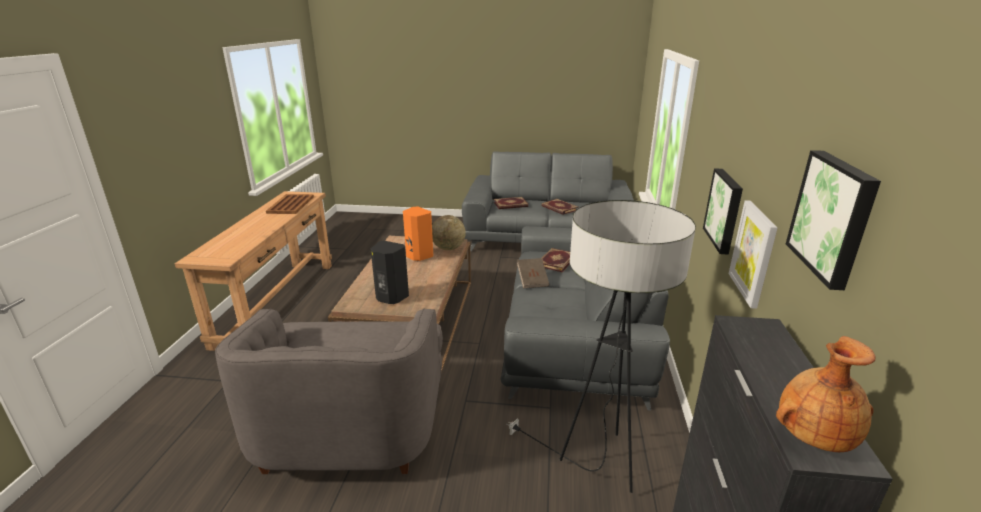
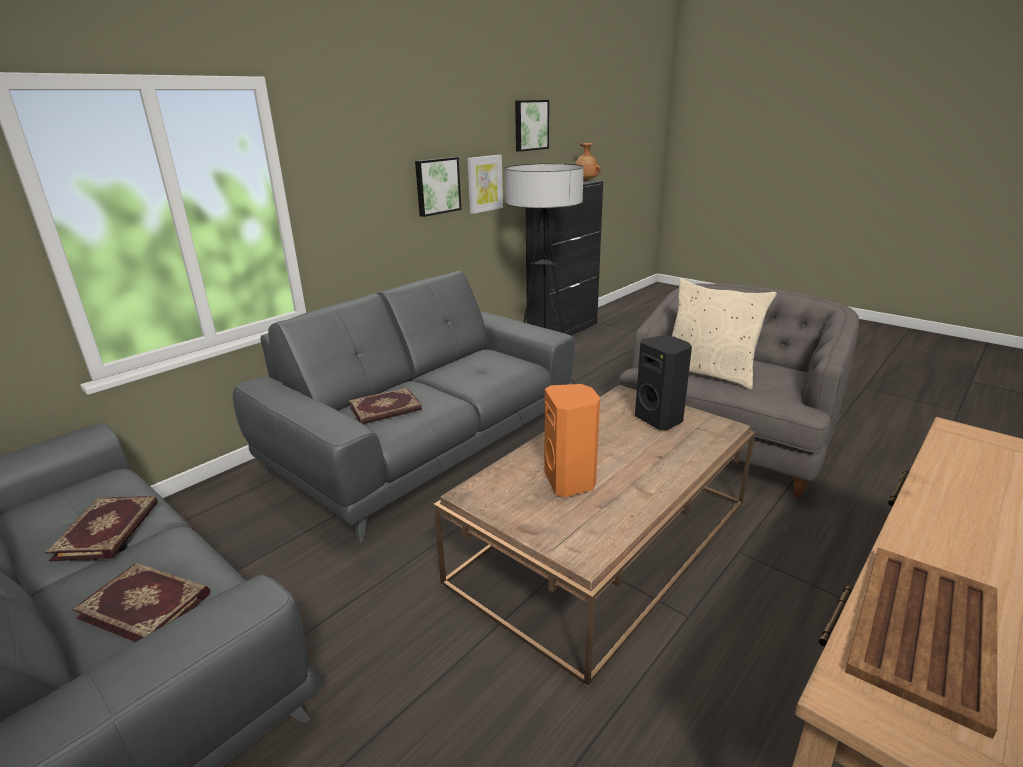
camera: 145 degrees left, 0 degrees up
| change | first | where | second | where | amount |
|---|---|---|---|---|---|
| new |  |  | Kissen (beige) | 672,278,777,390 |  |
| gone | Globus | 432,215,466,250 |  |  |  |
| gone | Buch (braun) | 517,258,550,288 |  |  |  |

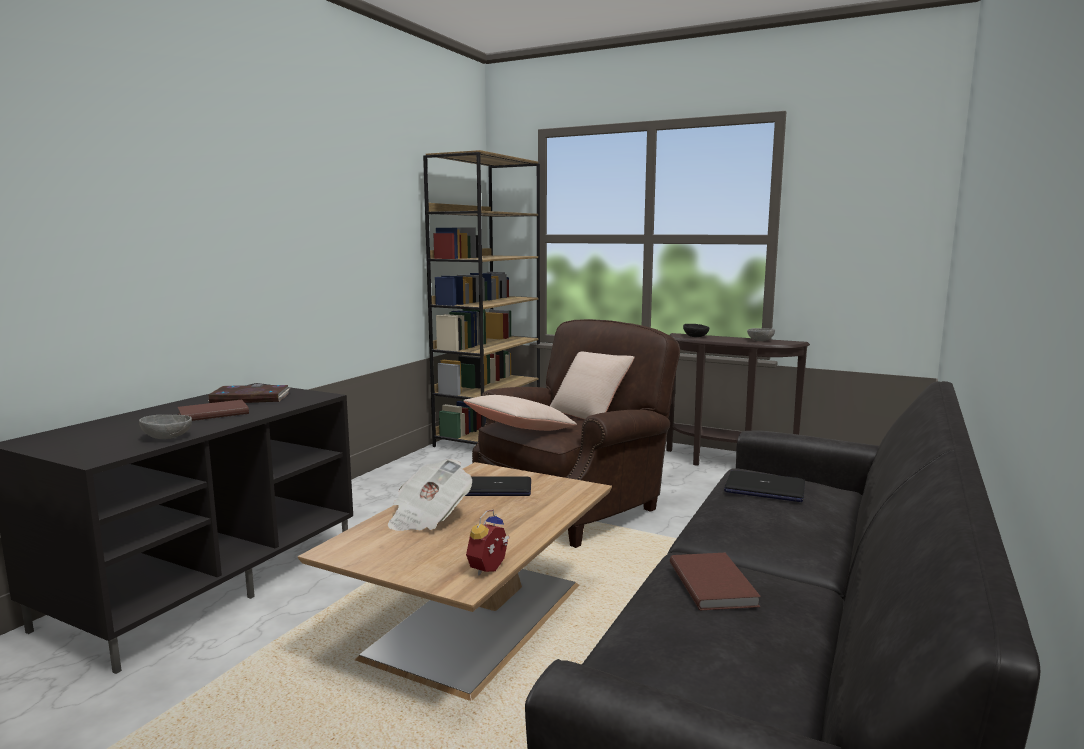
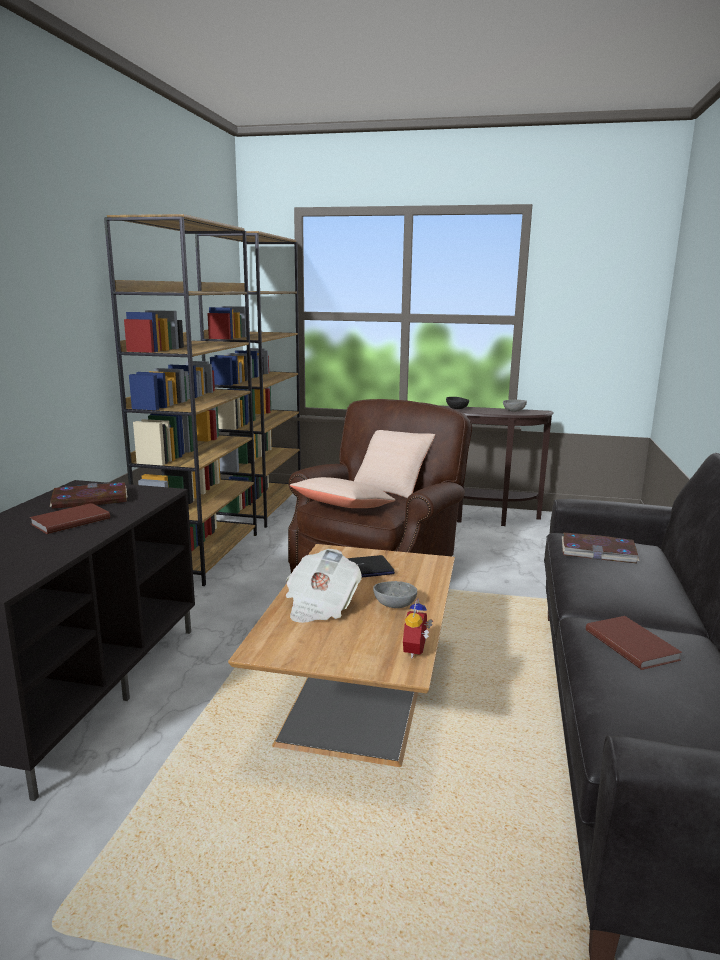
camera: 15 degrees left, 5 degrees up
| change | first | where | second | where | amount |
|---|---|---|---|---|---|
| new |  |  | Bücherregal (braun) | 104,214,257,586 |  |
| shifted | Schüssel (grau) | 139,415,192,439 |  | 373,581,417,608 |  |
| swapped | Laptop | 724,470,805,502 | Buch | 562,532,640,563 |  |

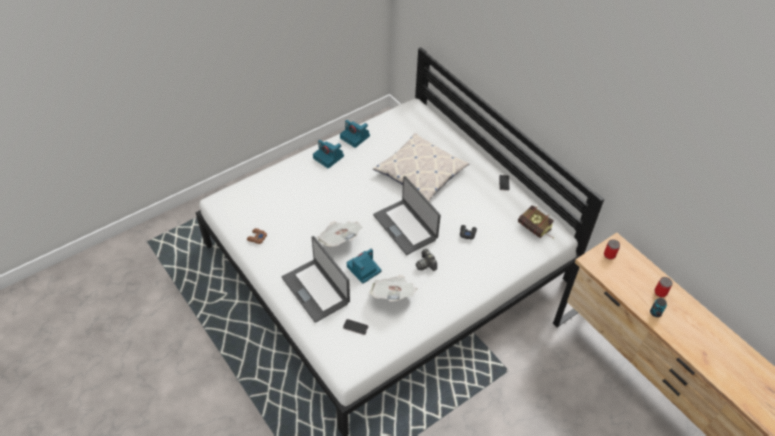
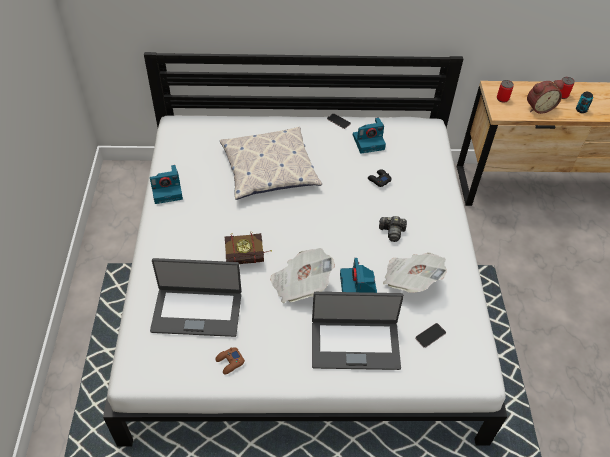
camera: 55 degrees left, 0 degrees up
| change | first | where | second | where | amount |
|---|---|---|---|---|---|
| shifted | Laptop | 373,176,441,255 |  | 150,258,241,337 |  |
| shifted | Buch | 518,205,554,239 |  | 224,231,272,264 |  |
| shifted | Kamera | 313,140,344,169 |  | 353,117,386,154 |  |
| new |  |  | Wecker | 527,80,564,114 |  |

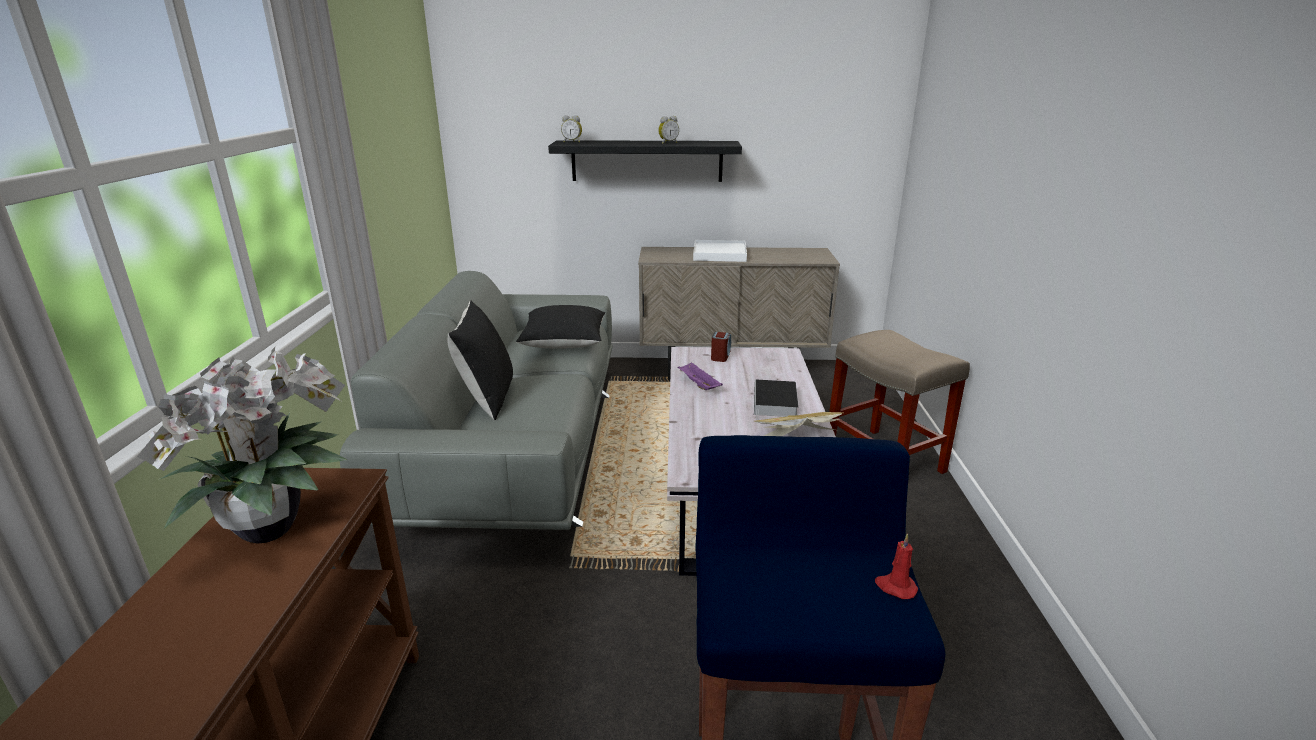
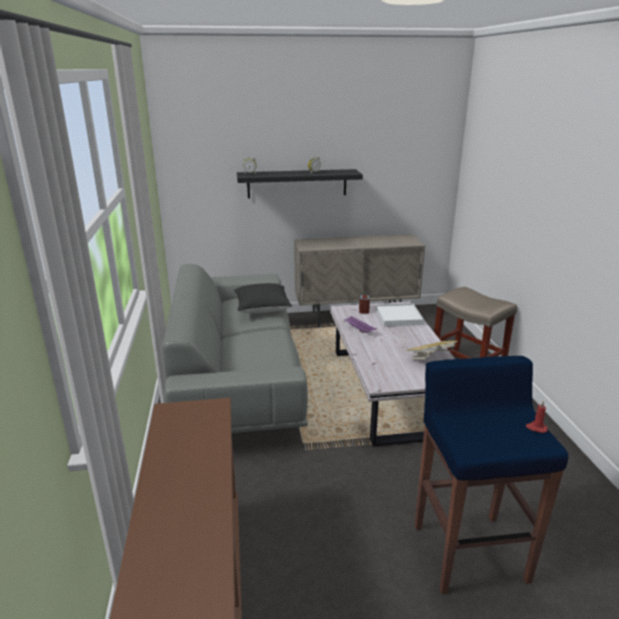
camera: 10 degrees left, 0 degrees up
| change | first | where | second | where | amount |
|---|---|---|---|---|---|
| shifted | Tablett (weiß) | 693,240,747,262 |  | 376,303,424,327 |  |
| gone | Topfpflanze | 137,347,347,544 |  |  |  |
| gone | Kissen (schwarz) | 448,301,513,420 |  |  |  |
| gone | Buch | 754,379,799,420 |  |  |  |

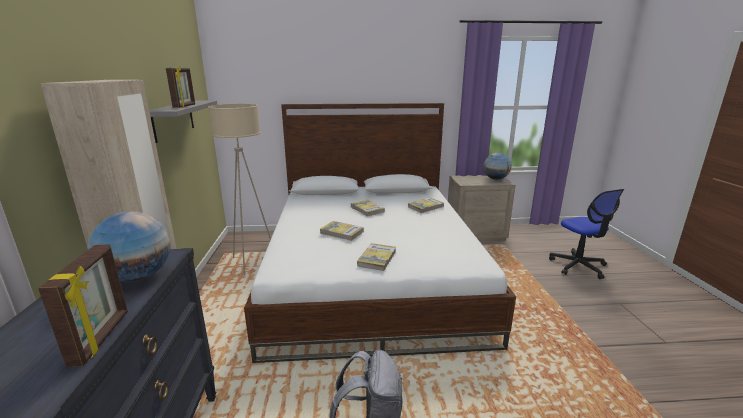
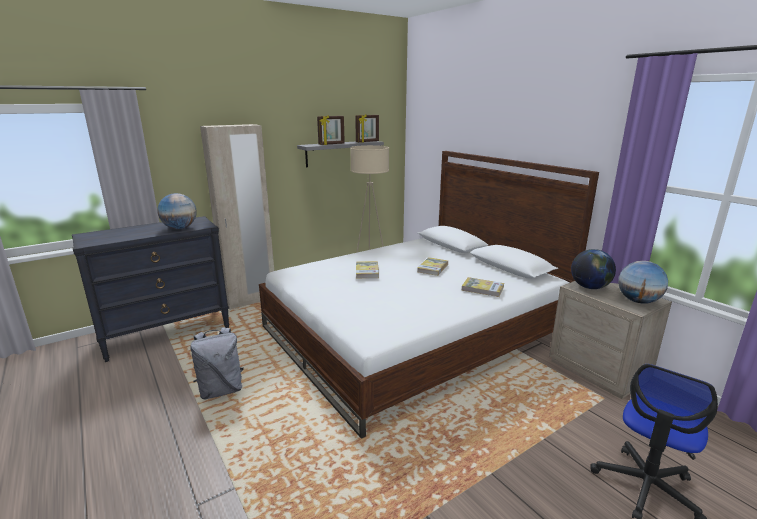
camera: 60 degrees right, 0 degrees up
| change | first | where | second | where | amount |
|---|---|---|---|---|---|
| shifted | Bilderrahmen | 38,244,128,367 |  | 355,114,379,143 |  |
| new |  |  | Globus | 571,249,616,289 |  |
| gone | Buch | 357,243,396,271 |  |  |  |

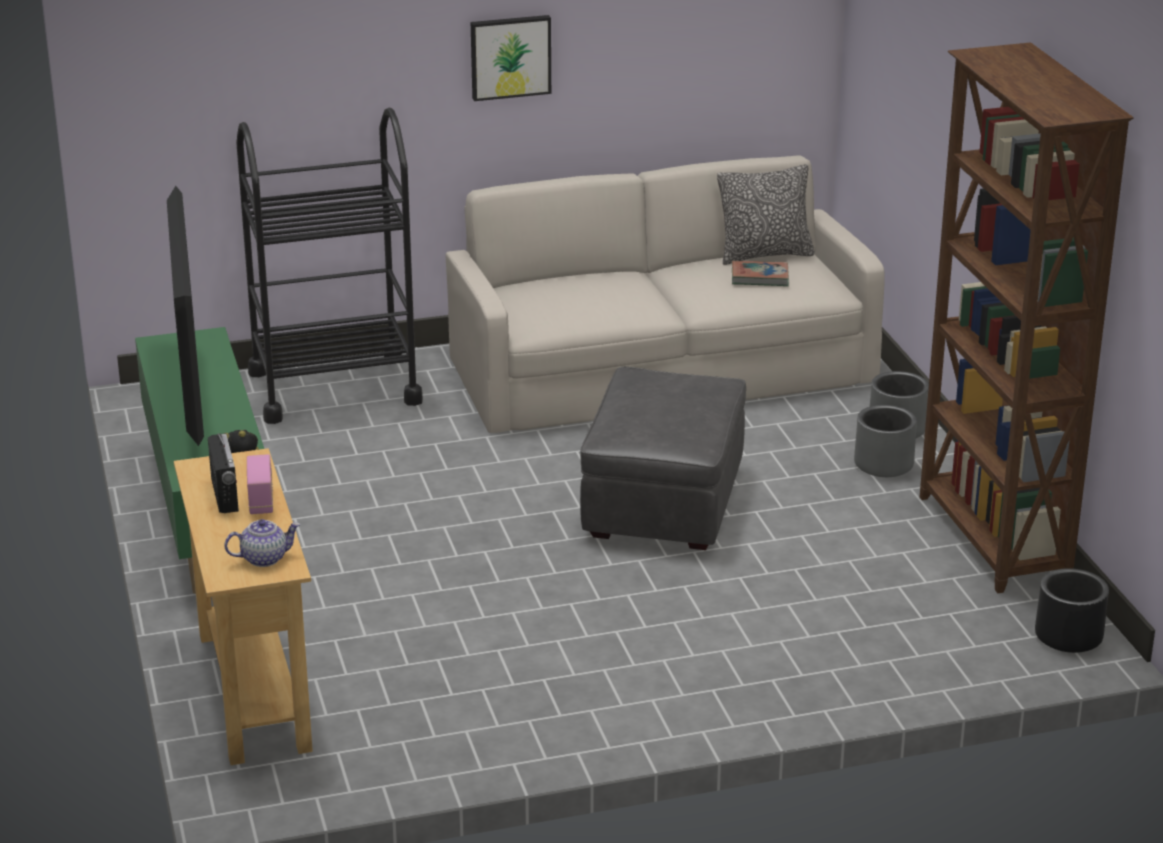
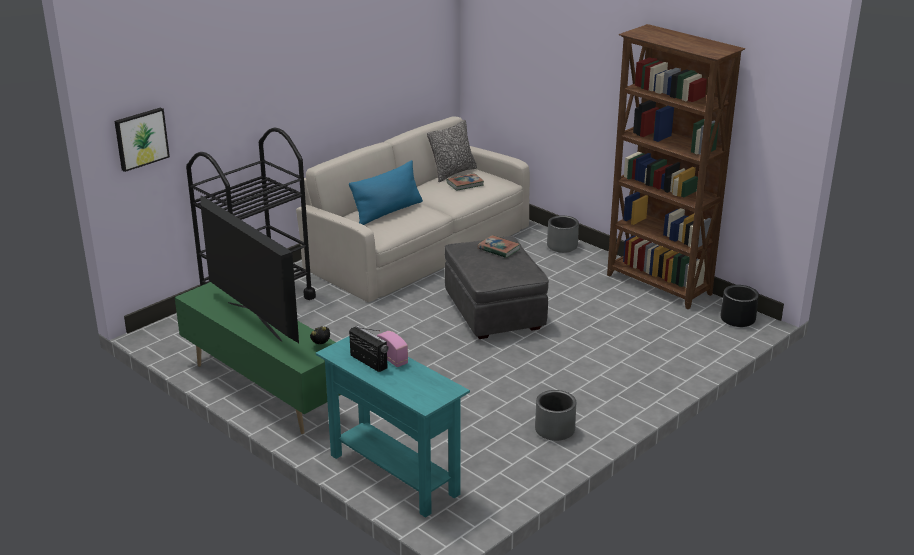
camera: 30 degrees left, 0 degrees up
| change | first | where | second | where | amount |
|---|---|---|---|---|---|
| shifted | Bild | 471,15,551,101 |  | 115,107,170,172 |  |
| repainted | Konsolentisch (beige) | 174,448,313,765 | Konsolentisch (türkis) | 316,336,470,518 |  |
| new |  |  | Kissen (blau) | 349,160,423,225 |  |
| new |  |  | Buch | 478,235,520,258 |  |
| shifted | Pflanzkübel (grau) | 854,405,917,477 |  | 535,390,576,441 |  |
| gone | Teekanne | 224,519,300,567 |  |  |  |

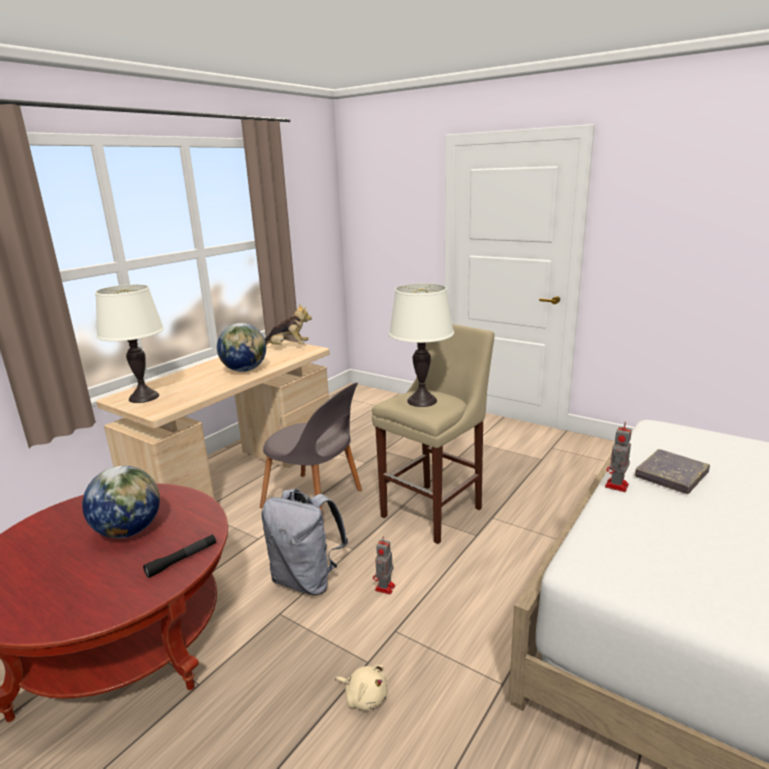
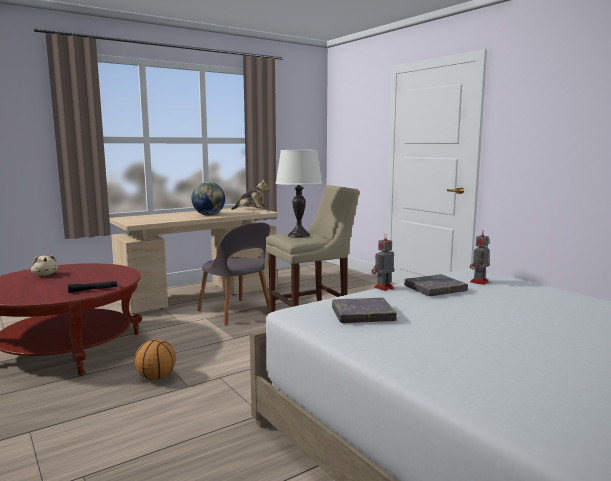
camera: 20 degrees right, 10 degrees down
| change | first | where | second | where | amount |
|---|---|---|---|---|---|
| shifted | Plüschtier (beige) | 335,665,388,710 |  | 31,255,58,276 |  |
| new |  |  | Basketball | 134,339,176,380 |  |
| new |  |  | Buch (grau) | 332,298,397,323 |  |
| shifted | Spielzeugroboter | 373,537,395,595 |  | 470,230,489,285 |  |
| gone | Globus | 82,466,160,538 |  |  |  |
| gone | Tischlampe (weiß) | 95,284,164,403 |  |  |  |
| gone | Rucksack (grau) | 261,488,348,595 |  |  |  |

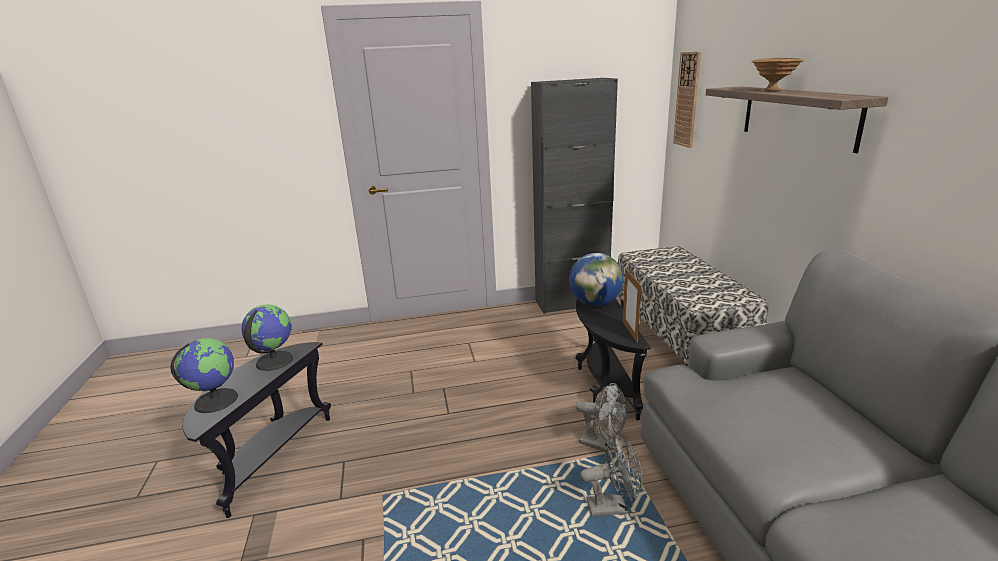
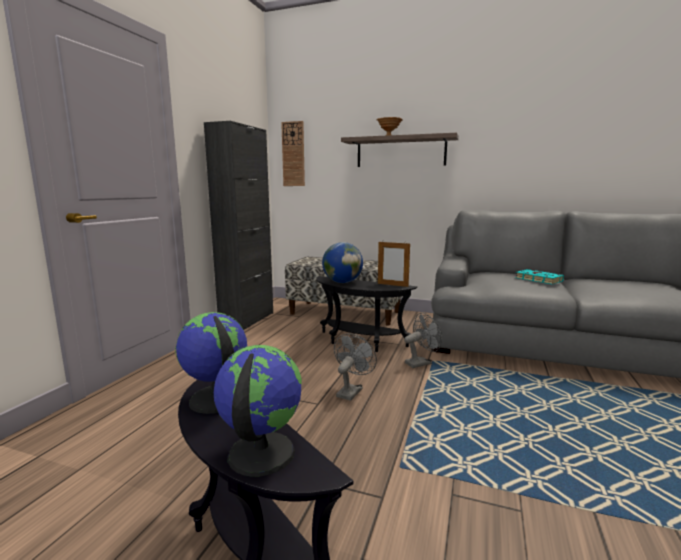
camera: 60 degrees left, 10 degrees down
| change | first | where | second | where | amount |
|---|---|---|---|---|---|
| shifted | Ventilator (grau) | 580,434,642,517 |  | 334,333,377,401 |  |
| new |  |  | Buch (türkis) | 515,269,564,284 |  |

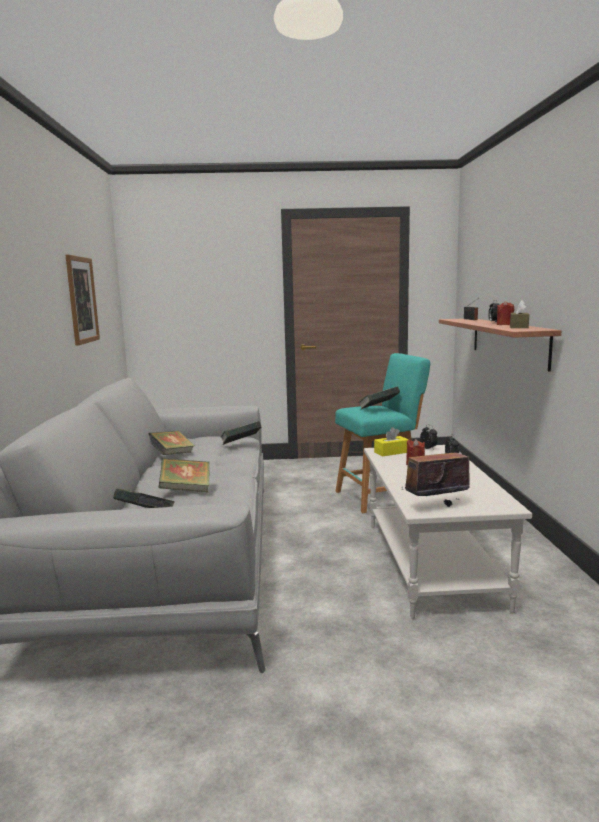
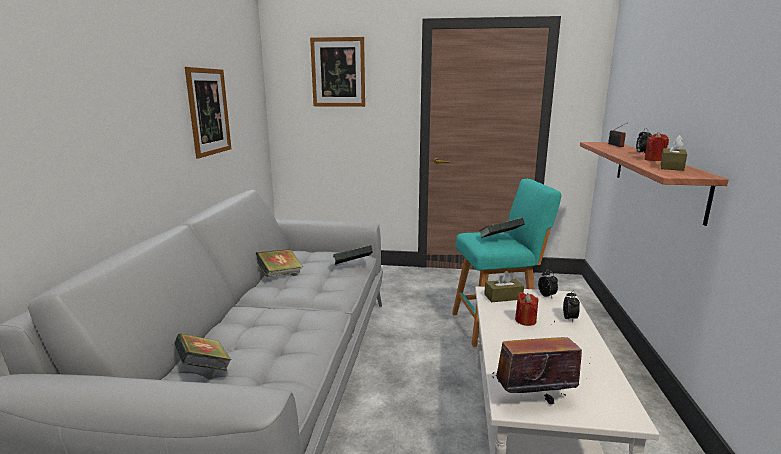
camera: 10 degrees right, 5 degrees up
| change | first | where | second | where | amount |
|---|---|---|---|---|---|
| new |  |  | Bild | 310,37,365,107 |  |
| repainted | Taschentuchbox (gelb) | 374,427,409,457 | Taschentuchbox (braun) | 484,271,524,302 |  |
| gone | Buch | 158,458,210,492 |  |  |  |

